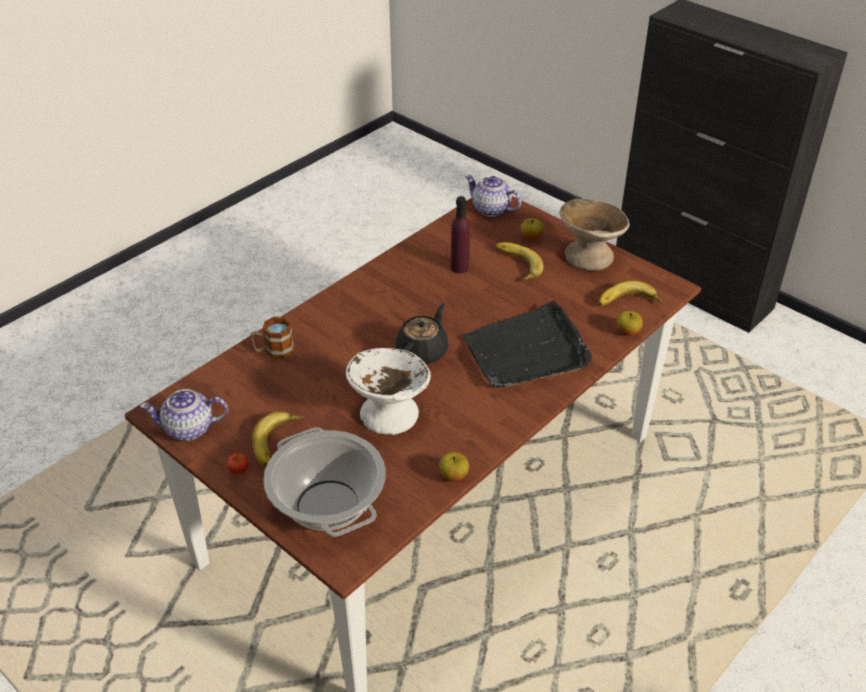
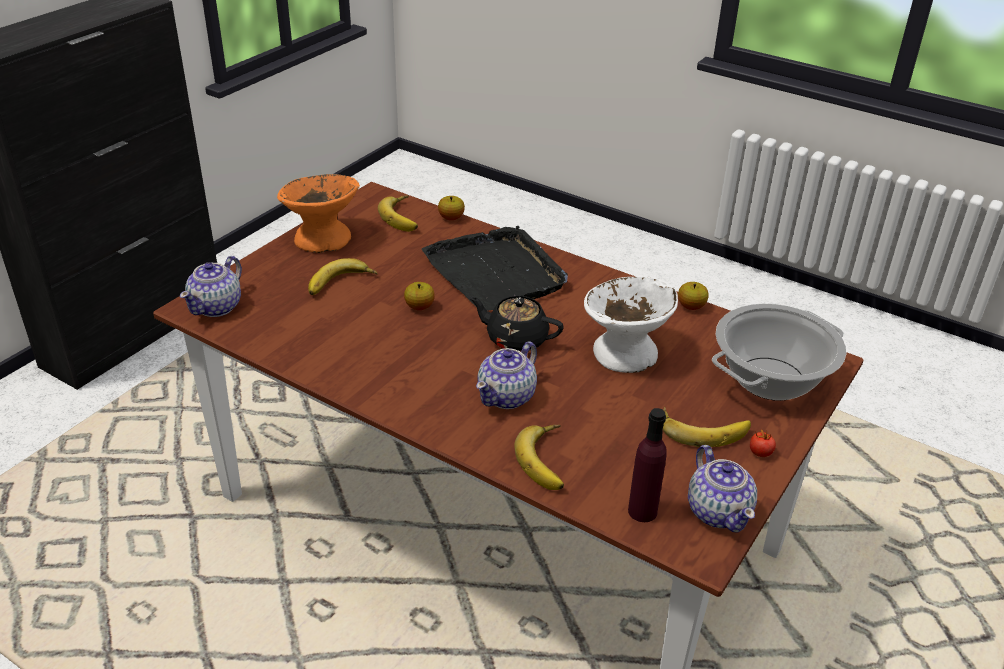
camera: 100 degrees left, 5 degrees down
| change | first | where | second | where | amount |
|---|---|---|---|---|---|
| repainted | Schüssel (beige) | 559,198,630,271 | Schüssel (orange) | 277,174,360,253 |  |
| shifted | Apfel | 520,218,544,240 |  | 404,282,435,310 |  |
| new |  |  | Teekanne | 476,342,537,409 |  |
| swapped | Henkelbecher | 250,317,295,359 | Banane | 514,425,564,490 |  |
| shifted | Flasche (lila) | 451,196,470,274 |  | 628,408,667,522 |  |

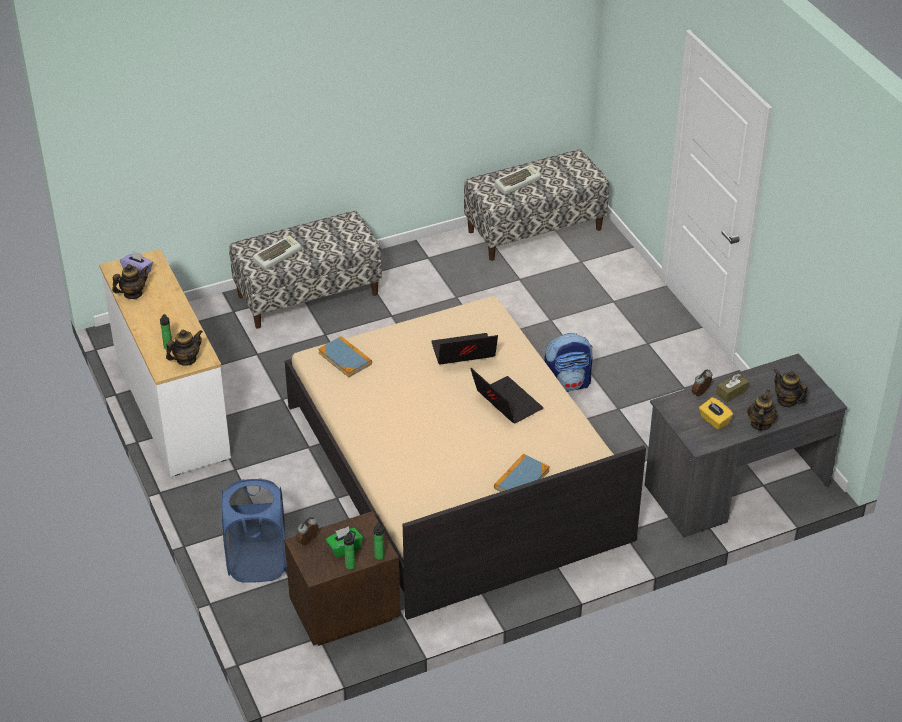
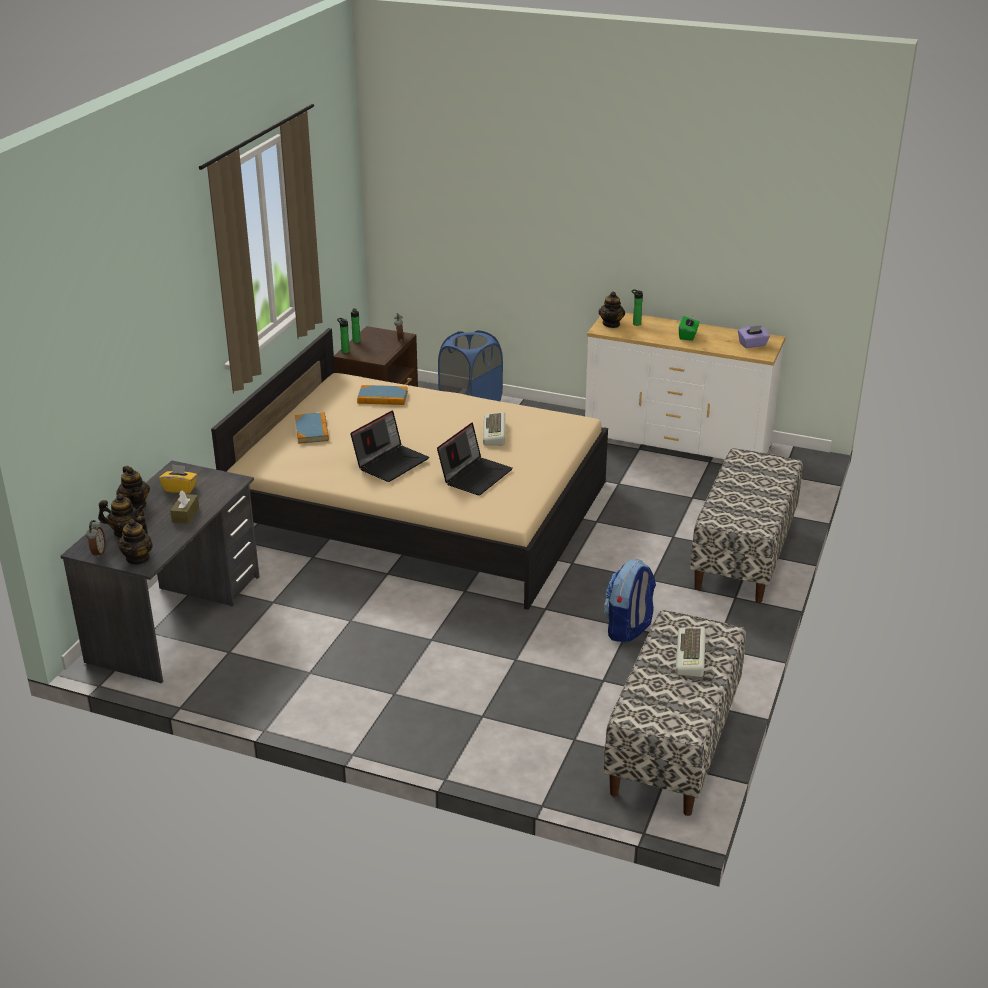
camera: 135 degrees right, 10 degrees down
| change | first | where | second | where | amount |
|---|---|---|---|---|---|
| shifted | Wecker | 692,369,712,397 |  | 86,520,106,558 |  |
| shifted | Teekanne | 112,264,149,299 |  | 118,516,153,565 |  |
| rotated | Laptop | 470,368,543,424 |  | 350,410,429,482 | 60 degrees counterclockwise |
| shifted | Buch | 319,336,372,377 |  | 357,385,408,405 |  |
| shifted | Tastatur | 253,236,302,270 |  | 483,412,505,445 |  |
| shifted | Rucksack | 544,333,593,392 |  | 604,559,656,642 |  |
| shifted | Taschentuchbox (grün) | 326,526,363,558 |  | 679,315,699,341 |  |

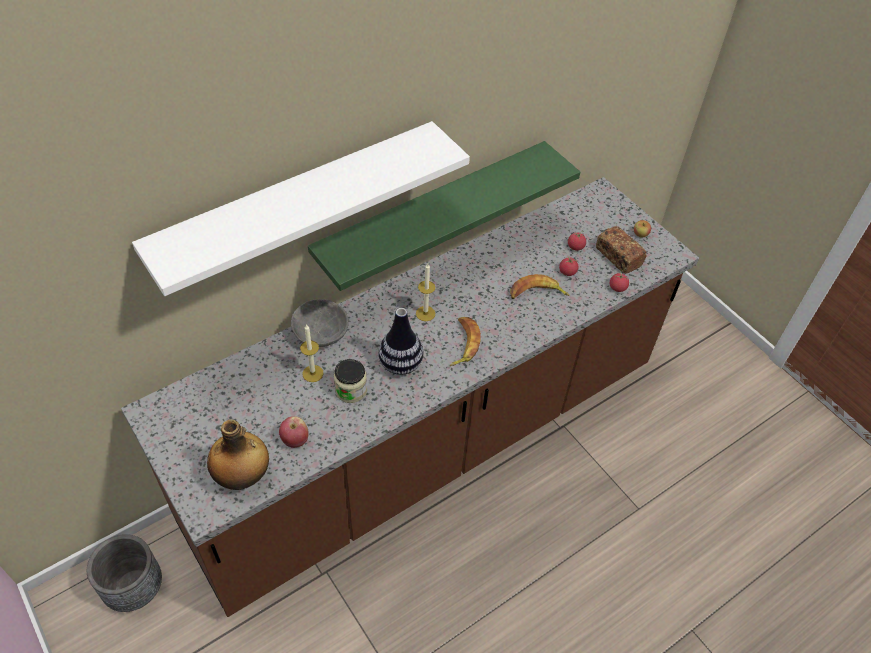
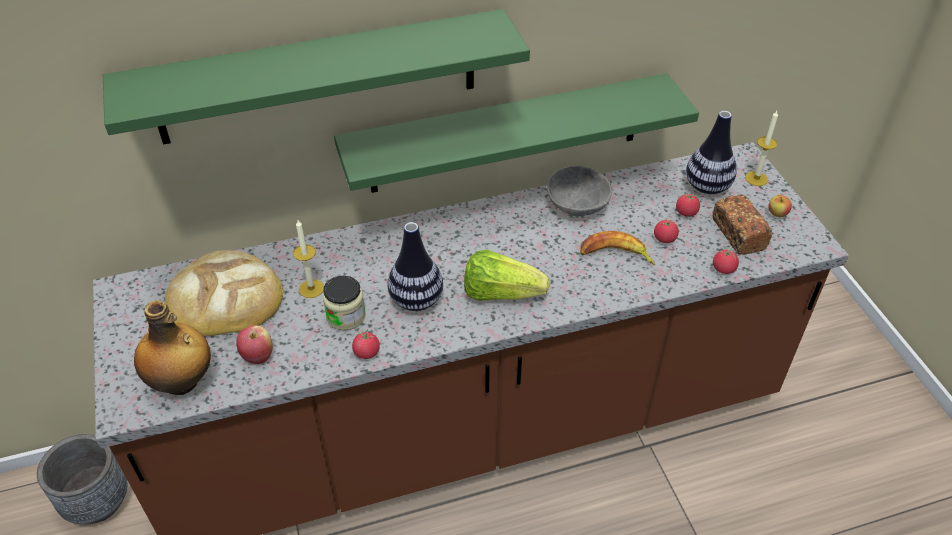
camera: 20 degrees right, 5 degrees down
| change | first | where | second | where | amount |
|---|---|---|---|---|---|
| repainted | Wandregal (weiß) | 132,121,470,296 | Wandregal (grün) | 103,9,530,145 |  |
| new |  |  | Brot | 165,250,283,336 |  |
| new |  |  | Tomate | 352,329,380,359 |  |
| swapped | Banane | 450,317,481,366 | Salatkopf | 464,249,550,301 |  |
| shifted | Schüssel (grau) | 291,299,349,347 |  | 547,166,612,216 |  |
| new |  |  | Vase | 686,111,737,194 |  |
| shifted | Kerze | 416,264,435,321 |  | 745,111,778,186 |  |

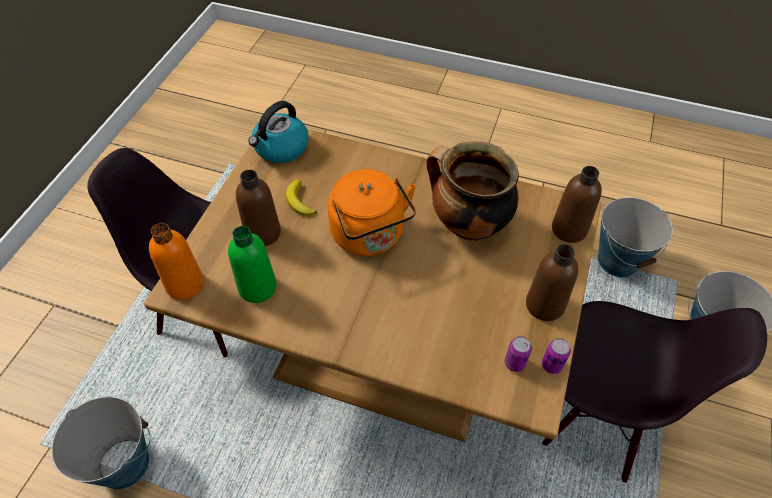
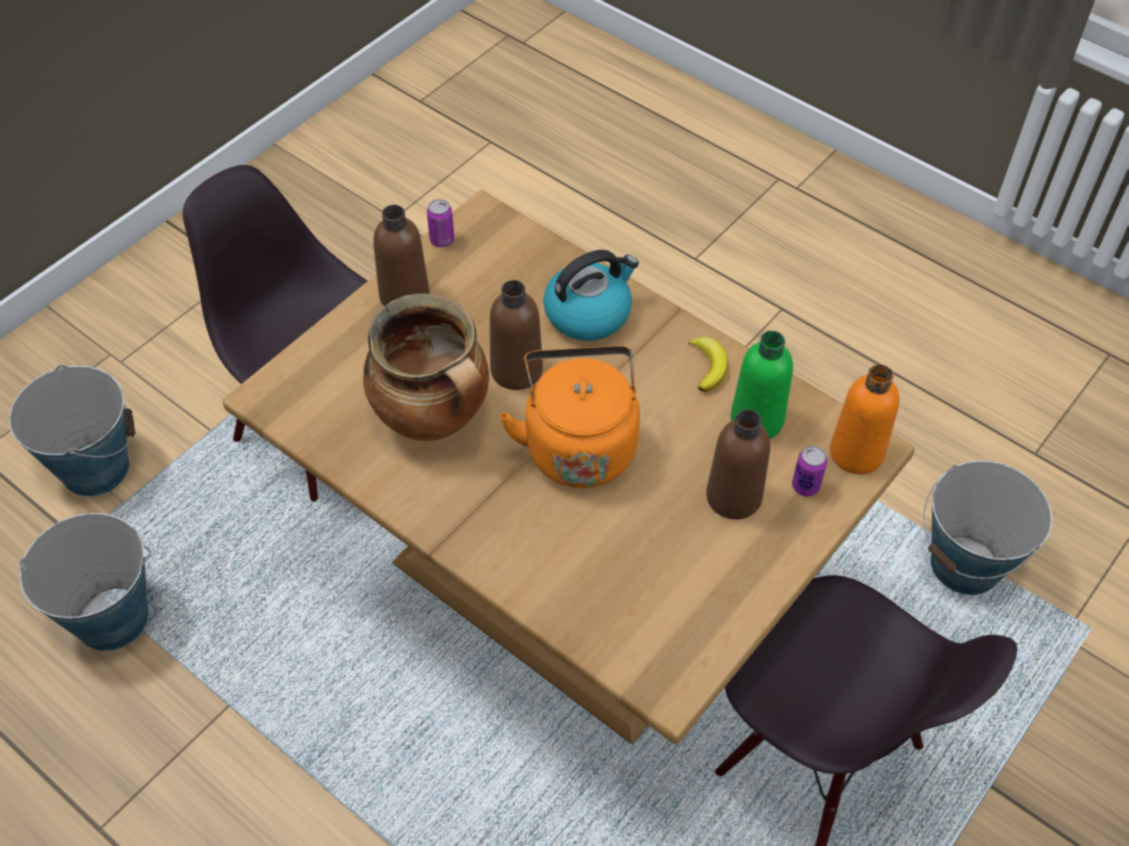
camera: 160 degrees left, 0 degrees up
| change | first | where | second | where | amount |
|---|---|---|---|---|---|
| shifted | Flasche (braun) | 552,166,602,243 |  | 490,280,543,390 |  |
| shifted | Wasserkessel | 248,101,309,163 |  | 543,250,639,341 |  |
| shifted | Banane | 286,180,317,216 |  | 688,337,728,392 |  |
| shifted | Dose | 505,336,532,372 |  | 792,446,827,497 |  |

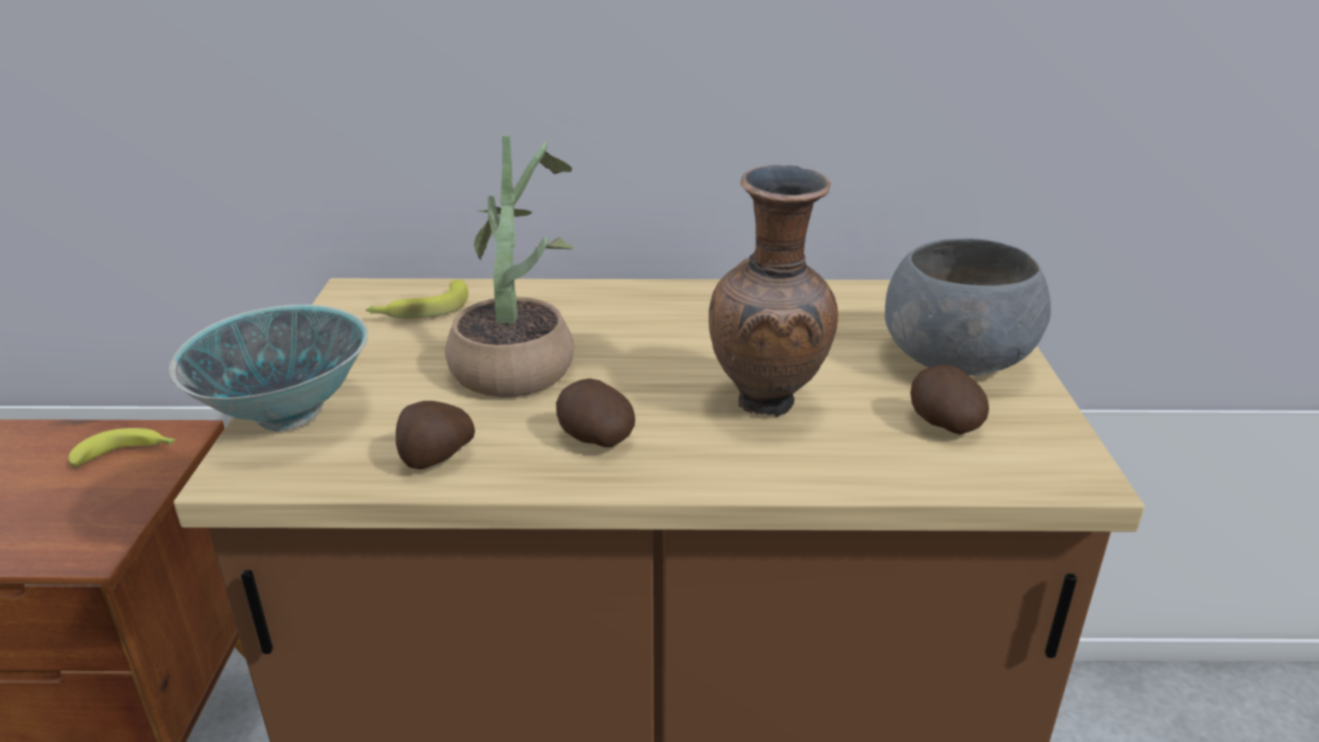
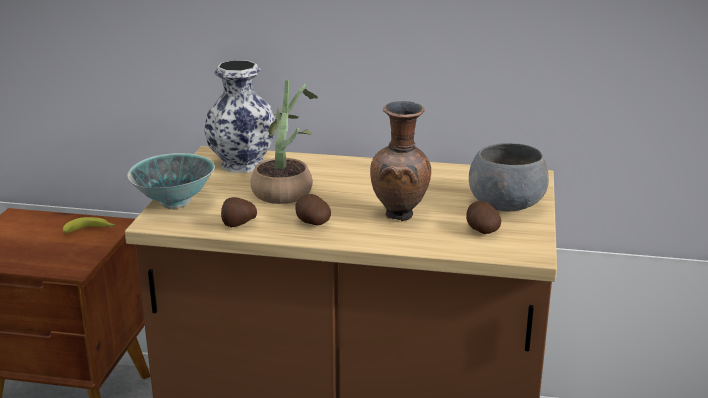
camera: 10 degrees right, 5 degrees down
| change | first | where | second | where | amount |
|---|---|---|---|---|---|
| swapped | Banane | 366,280,468,318 | Vase | 204,60,275,173 |  |

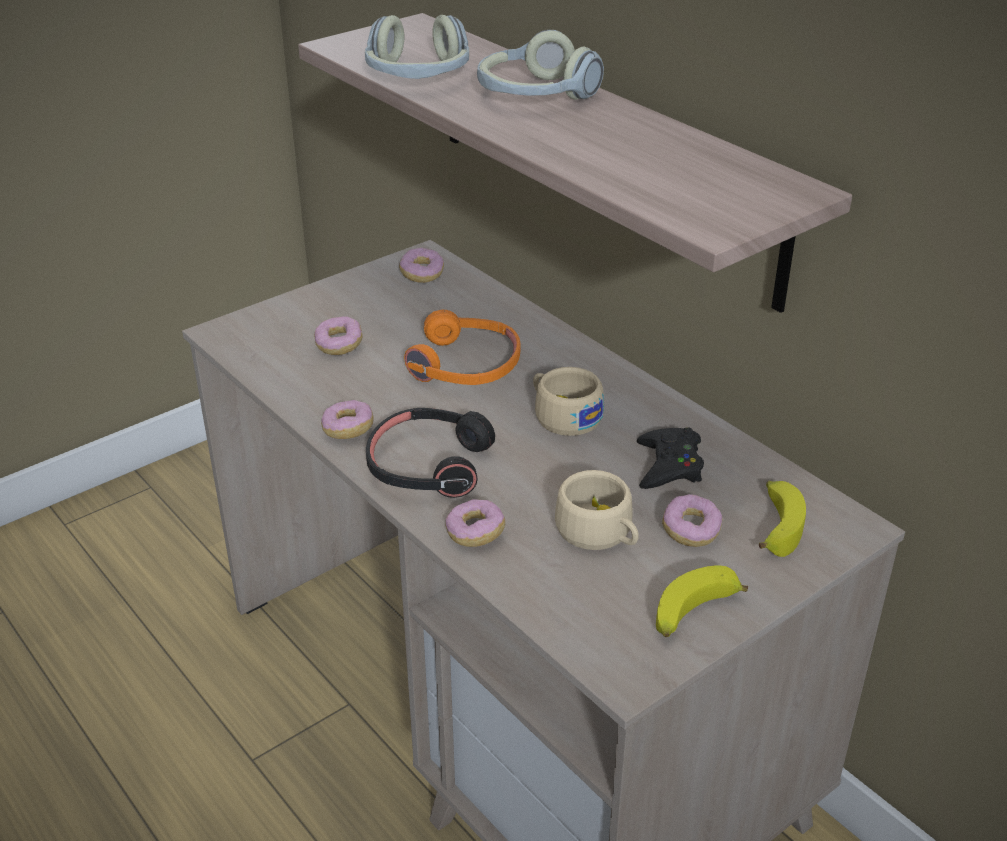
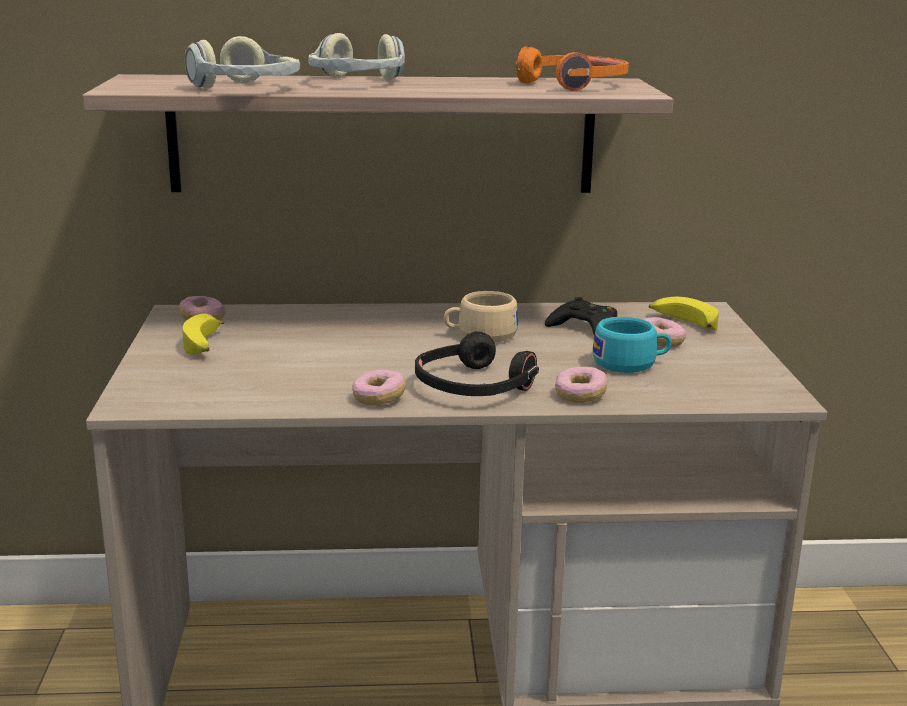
camera: 55 degrees left, 15 degrees down
| change | first | where | second | where | amount |
|---|---|---|---|---|---|
| shifted | Banane | 656,566,748,637 |  | 182,313,224,355 |  |
| shifted | Kopfhörer (orange) | 404,310,520,385 |  | 515,46,629,91 |  |
| repainted | Tasse (beige) | 555,470,639,550 | Tasse (türkis) | 592,317,672,373 |  |
| gone | Donut | 314,316,363,355 |  |  |  |

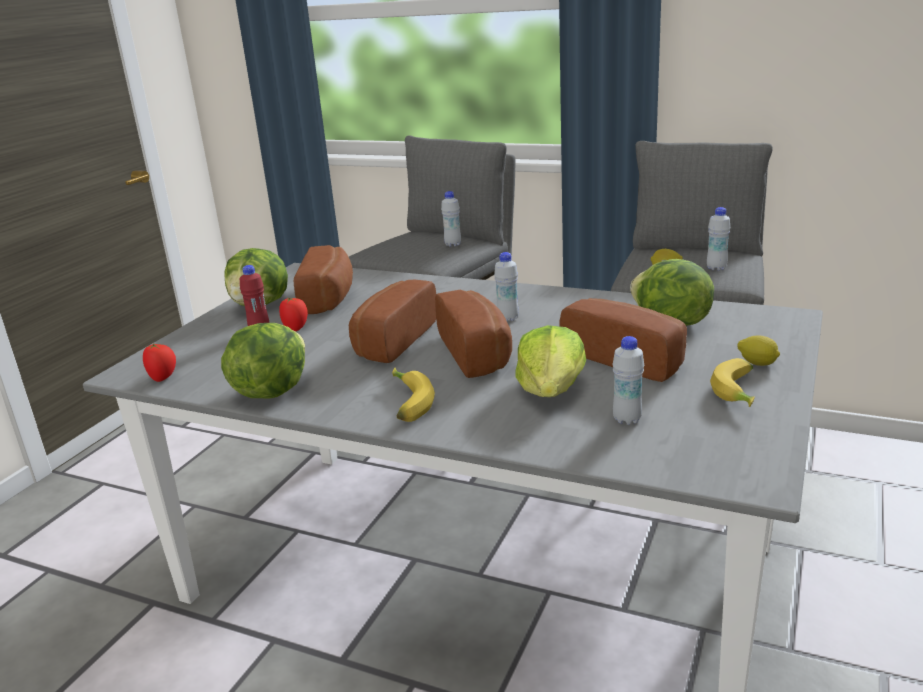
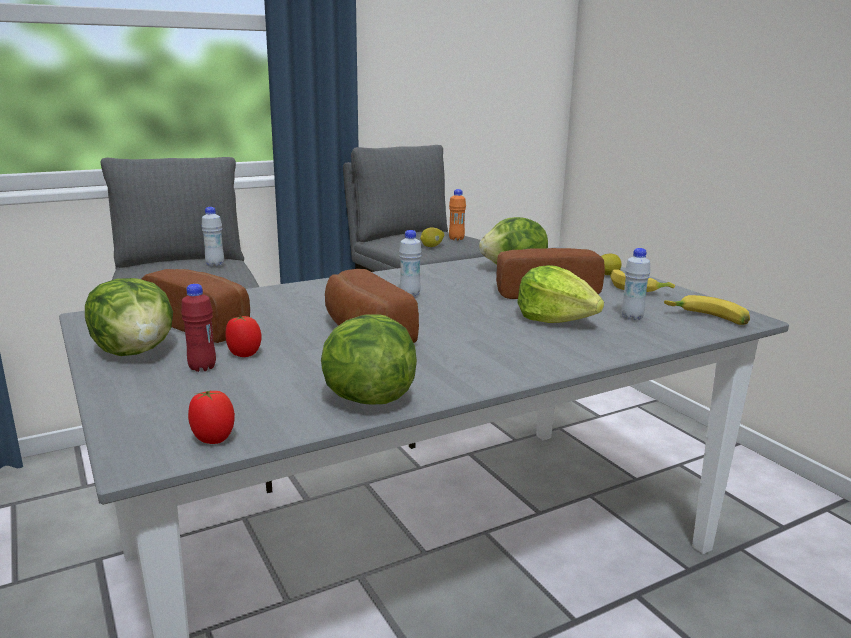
camera: 55 degrees left, 5 degrees down
| change | first | where | second | where | amount |
|---|---|---|---|---|---|
| repainted | Flasche (weiß) | 707,207,731,271 | Flasche (orange) | 449,189,466,241 |  |
| shifted | Banane | 392,368,435,422 |  | 664,295,750,325 |  |
| gone | Brot | 435,290,512,378 |  |  |  |

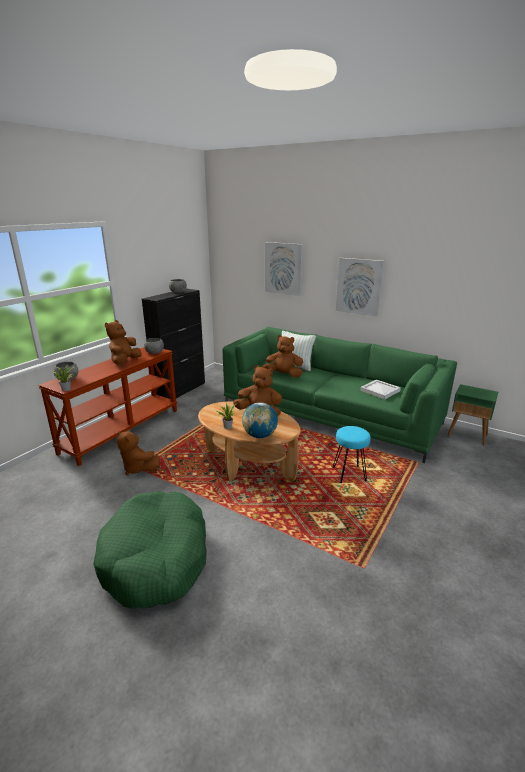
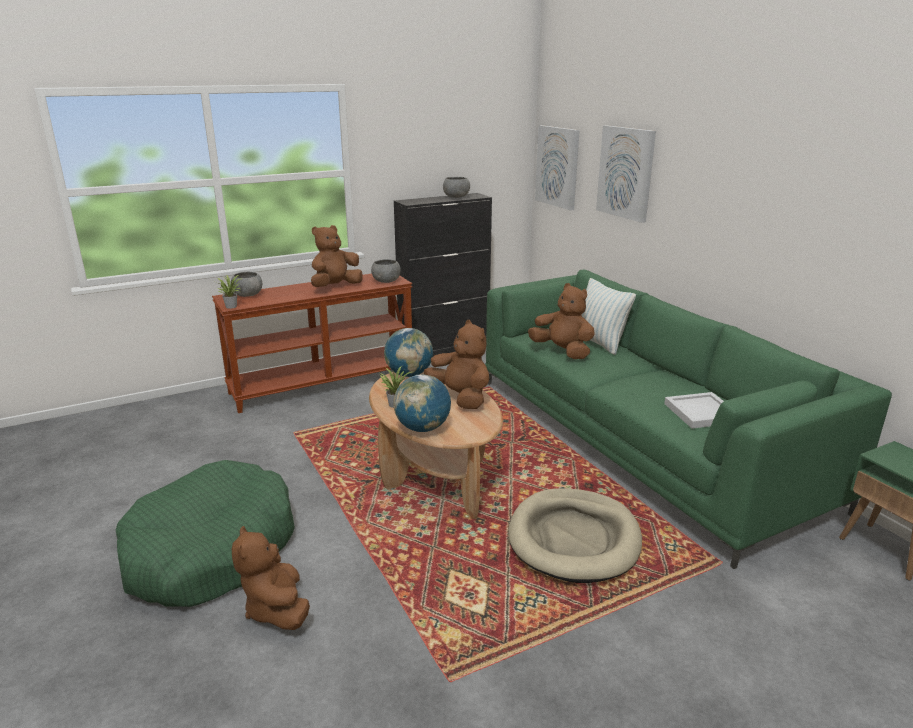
camera: 30 degrees right, 0 degrees up
| change | first | where | second | where | amount |
|---|---|---|---|---|---|
| shifted | Plüschtier (braun) | 117,431,160,475 |  | 232,526,310,630 |  |
| new |  |  | Globus | 384,328,433,377 |  |
| swapped | Hocker (türkis) | 332,426,371,483 | Hundebett (beige) | 509,488,642,583 |  |
| shifted | Bild | 336,258,384,316 |  | 535,125,580,210 |  |

